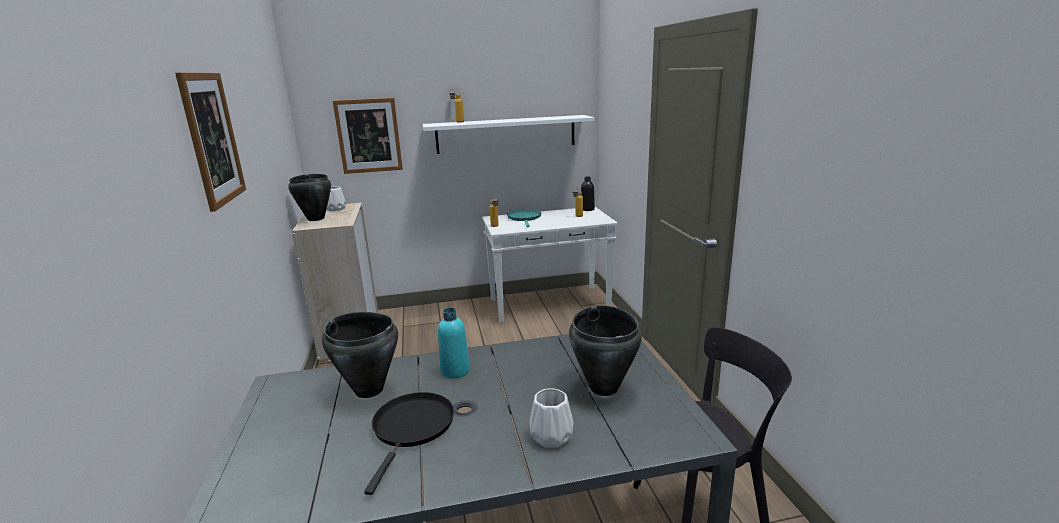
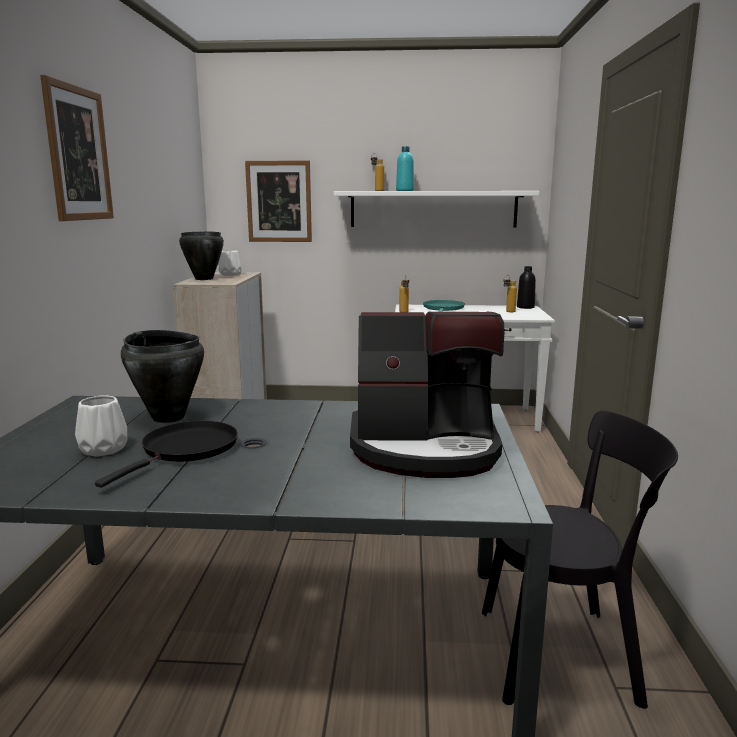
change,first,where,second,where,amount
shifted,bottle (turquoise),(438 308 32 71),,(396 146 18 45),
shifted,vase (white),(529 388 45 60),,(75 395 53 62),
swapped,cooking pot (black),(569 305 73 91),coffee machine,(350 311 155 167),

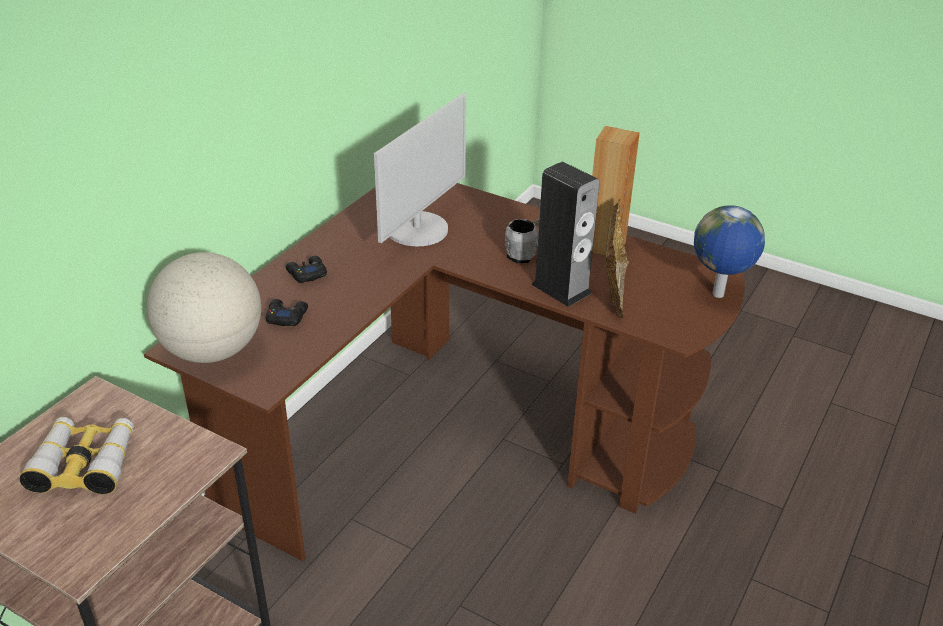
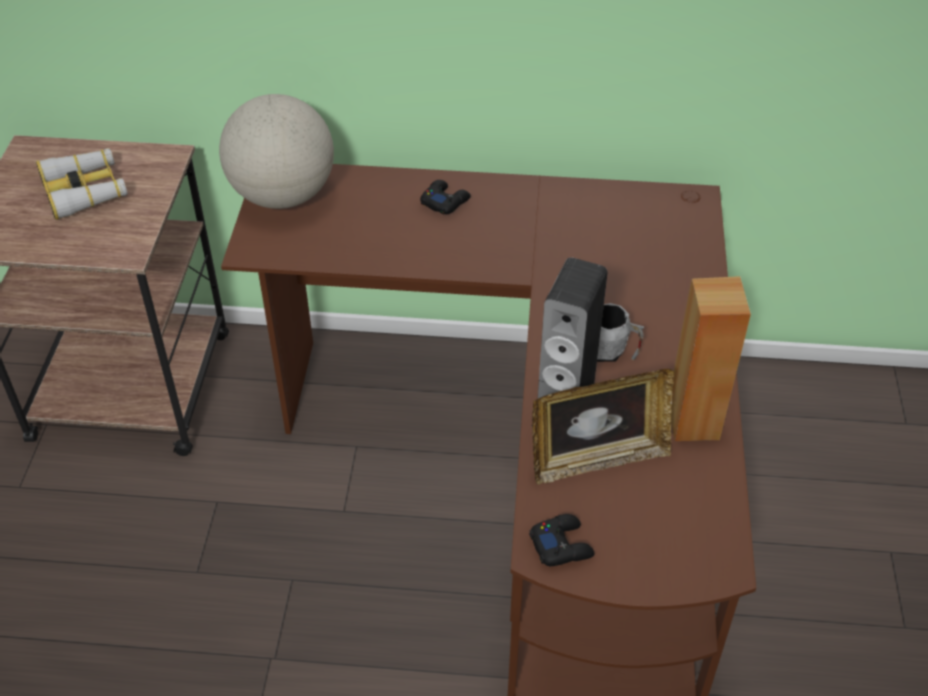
change,first,where,second,where,amount
shifted,game controller (black),(266 299 42 27),,(529 514 65 52),
gone,monitor,(374 93 92 153),,,
gone,globe,(694 205 71 93),,,

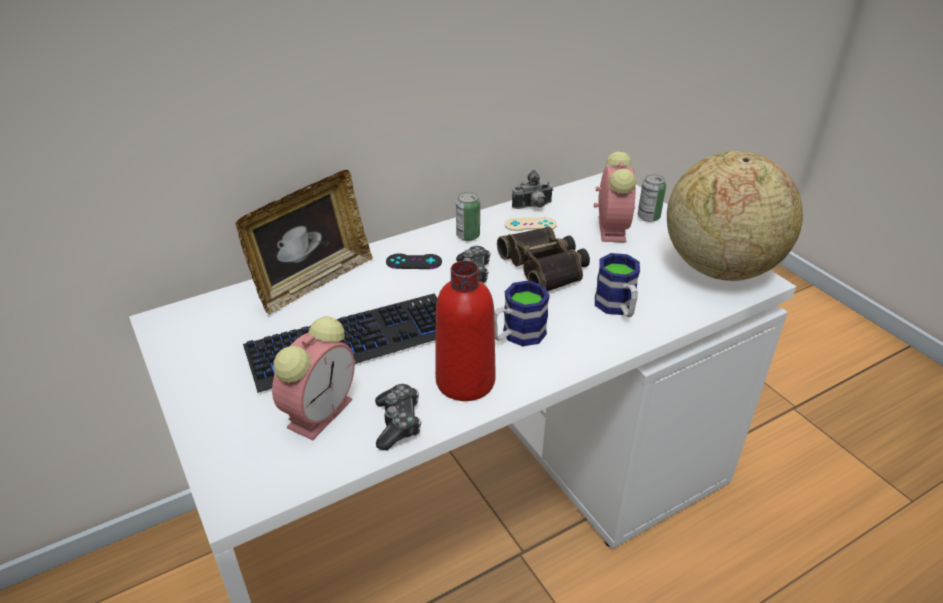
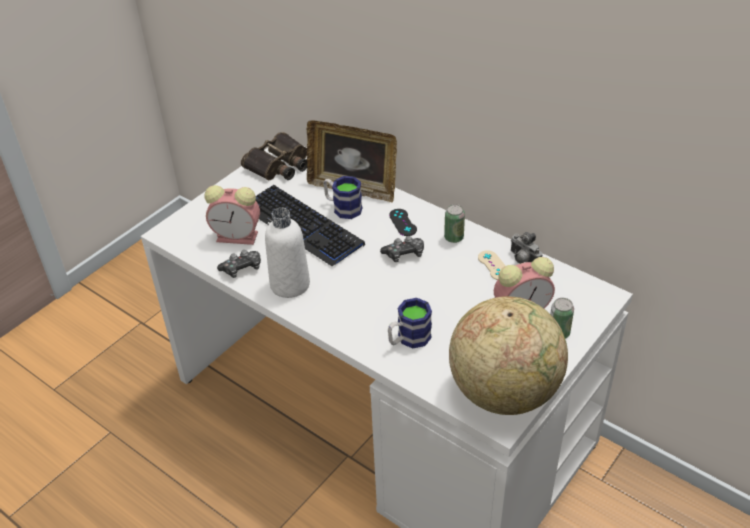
change,first,where,second,where,amount
repainted,bottle (red),(435 260 61 141),bottle (white),(265 208 45 90),
shifted,mug,(494 280 56 66),,(323 176 39 43),
shifted,binoculars,(497 226 93 65),,(241 132 66 48),

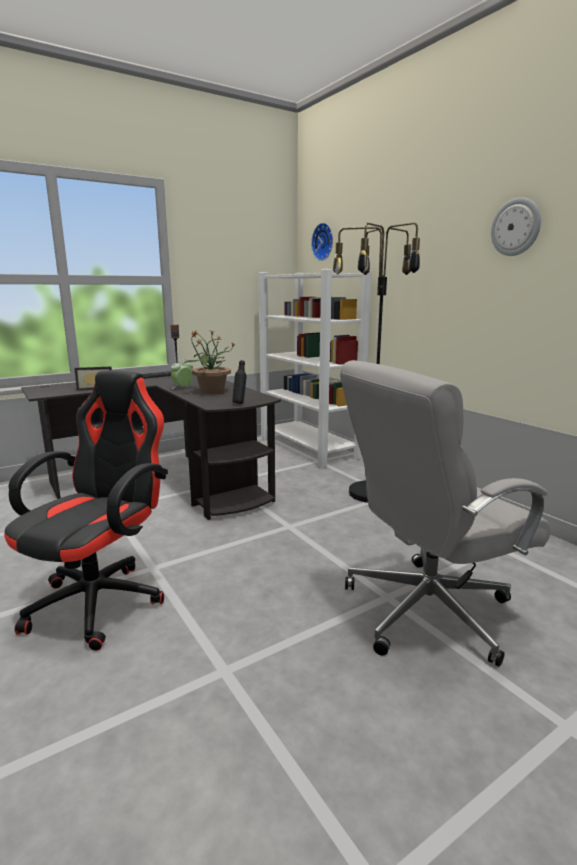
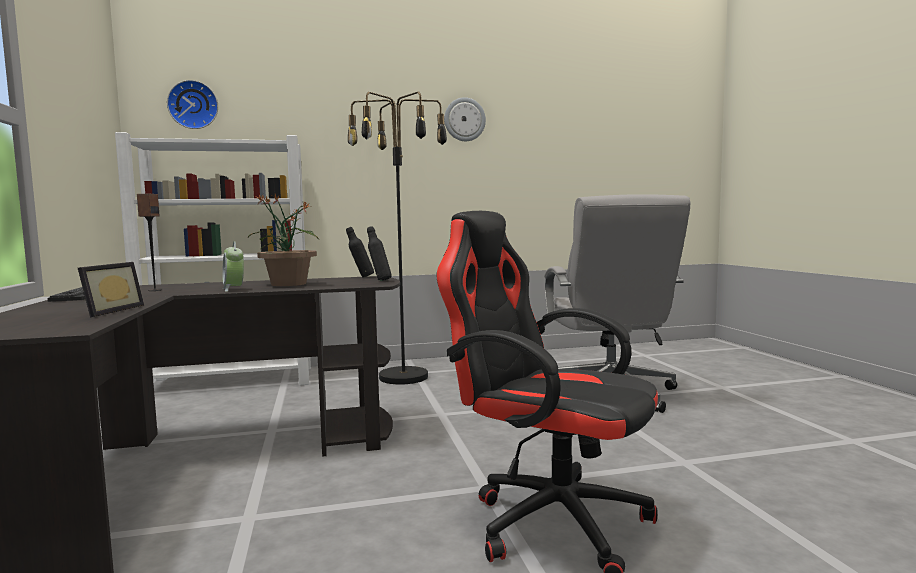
change,first,where,second,where,amount
new,,,bottle (black),(346 227 28 51),

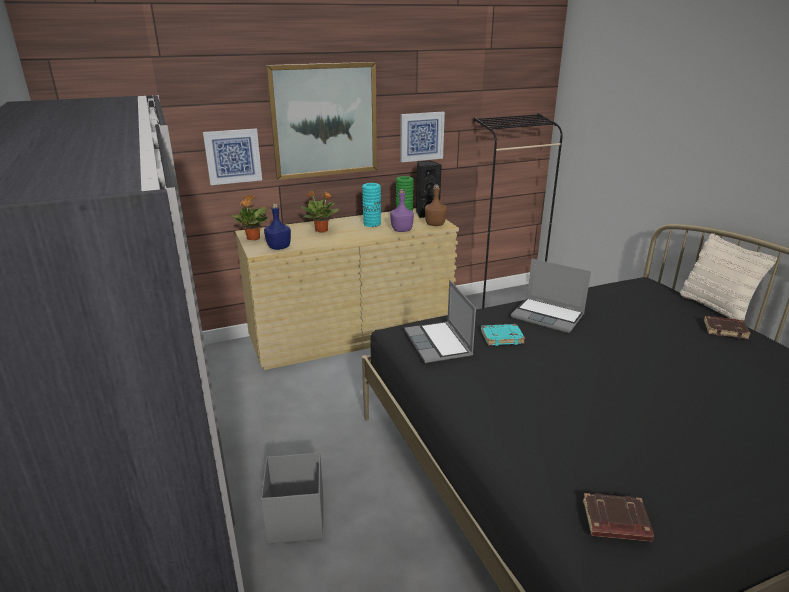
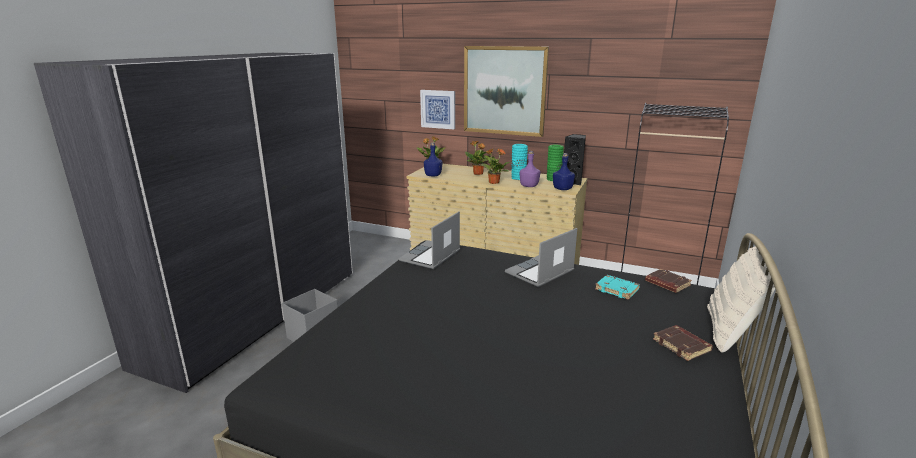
change,first,where,second,where,amount
gone,picture,(400 112 45 50),,,
repainted,bottle (brown),(425 184 22 42),bottle (blue),(553 153 22 37),
shifted,book (turquoise),(481 324 44 22),,(595 275 45 25),
rotated,laptop,(511 259 80 74),,(505 228 72 59),60 degrees clockwise
shifted,book (brown),(583 493 71 49),,(645 269 47 24),
new,,,potted plant,(481 149 29 35),

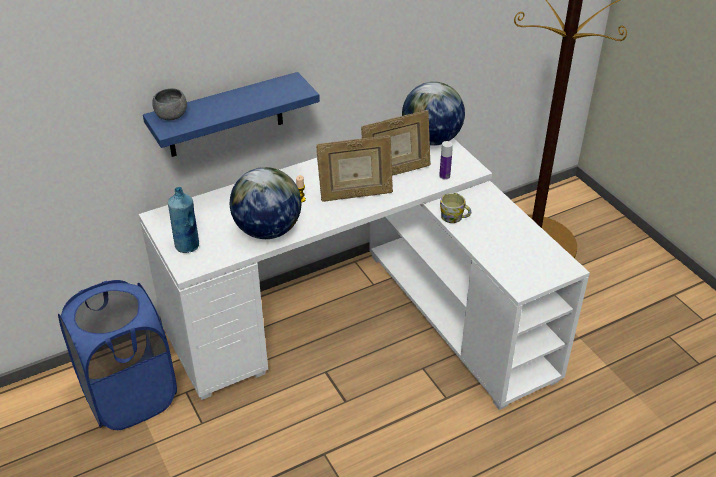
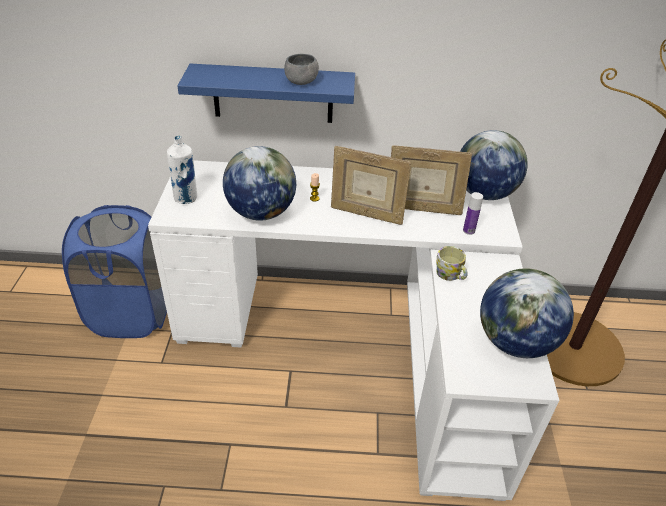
change,first,where,second,where,amount
shifted,bowl (grey),(152 88 35 32),,(284 54 35 31),
repainted,bottle (blue),(168 187 31 66),bottle (white),(167 136 30 68),
new,,,globe,(480 268 94 90),

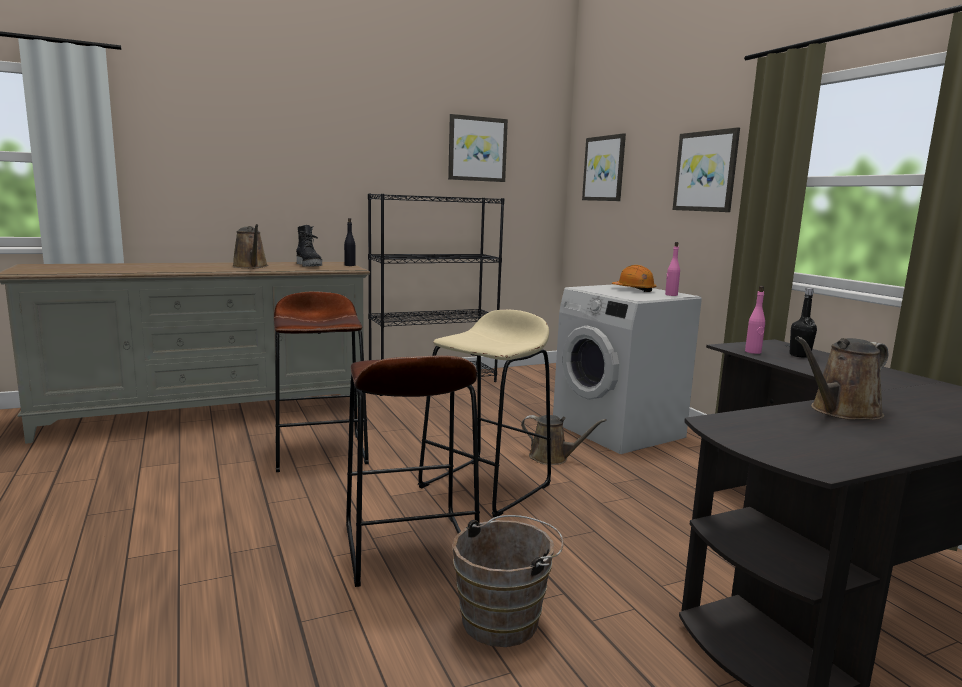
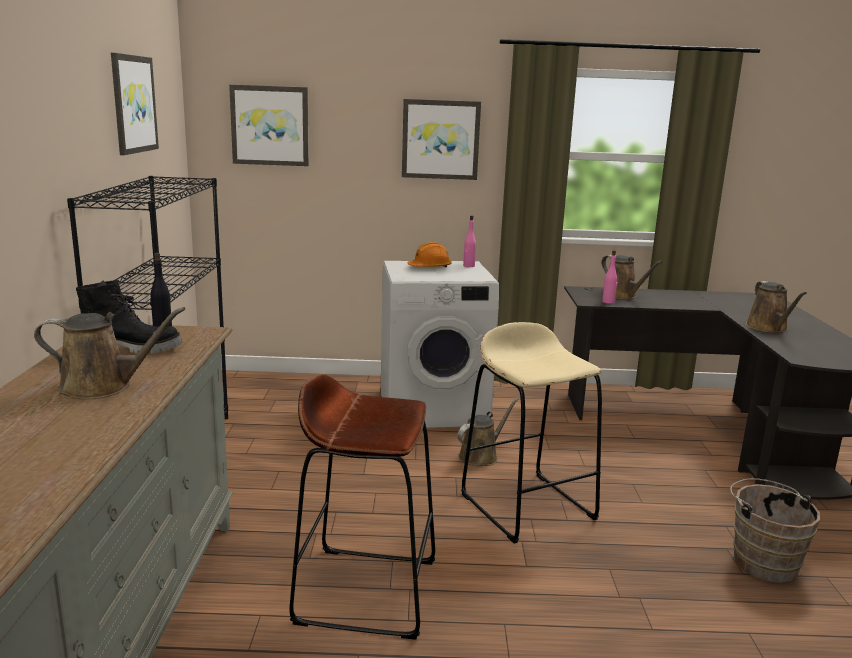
change,first,where,second,where,amount
gone,stool (brown),(346 355 134 232),,,
swapped,bottle (black),(790 288 27 70),watering can (brown),(601 255 62 44),

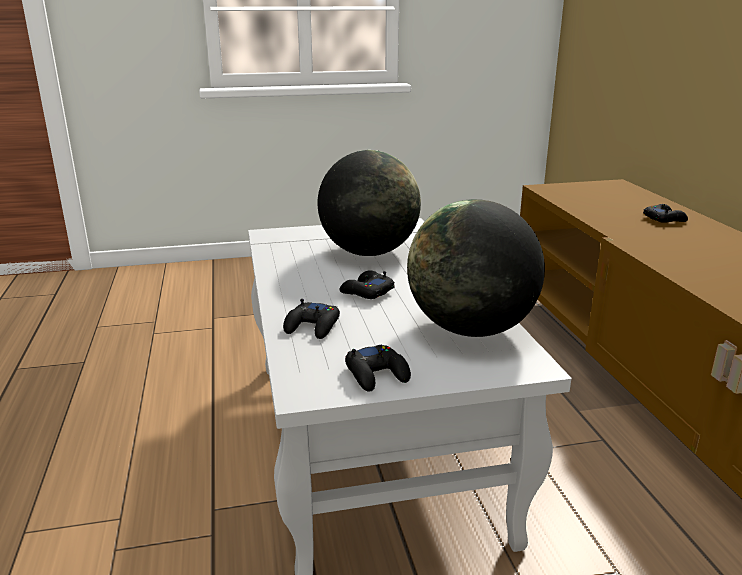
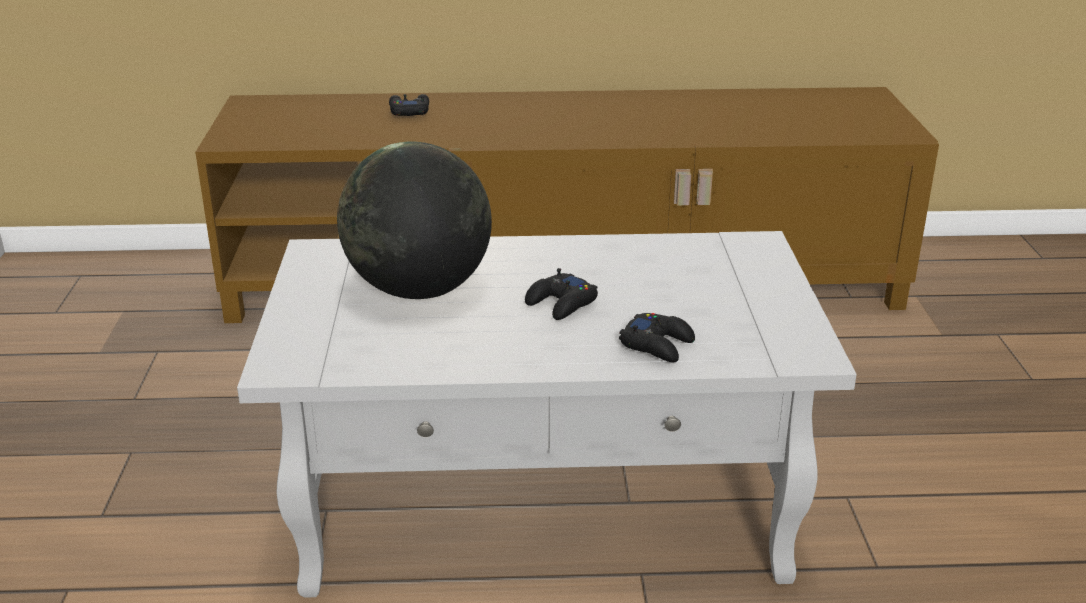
change,first,where,second,where,amount
gone,game controller (black),(345 345 66 47),,,
gone,globe,(407 199 138 138),,,

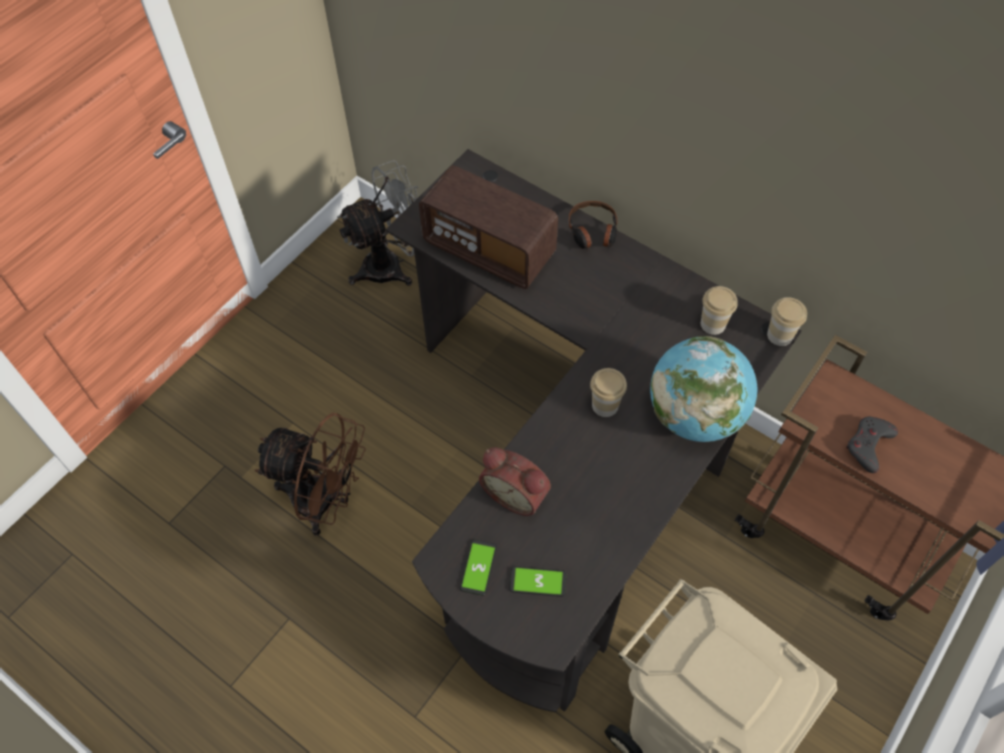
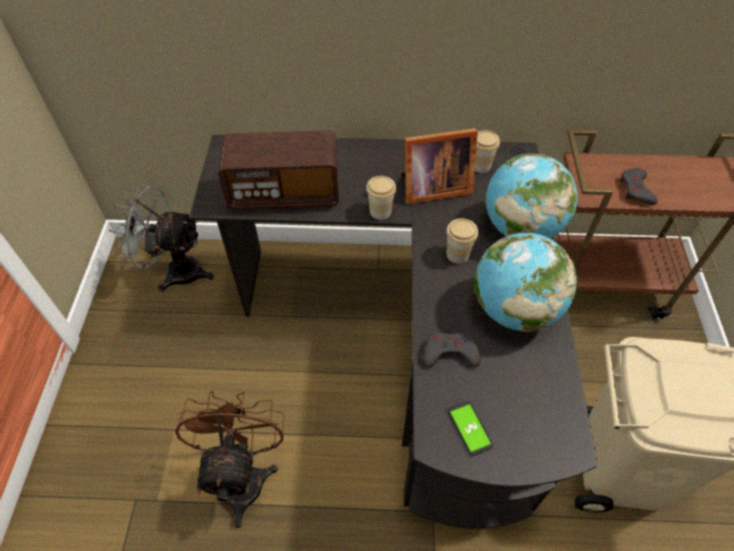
change,first,where,second,where,amount
rotated,fan (brown),(255 413 111 123),,(175 391 109 137),75 degrees counterclockwise
rotated,fan (grey),(337 160 81 126),,(109 185 105 107),105 degrees counterclockwise
swapped,alarm clock,(479 447 72 69),game controller (grey),(423 332 58 35),
gone,phone,(509 566 58 31),,,
gone,headphones,(569 201 49 50),,,
shifted,cup,(767 297 40 49),,(366 176 30 44),
new,,,picture frame,(401 128 77 76),
new,,,globe,(474 233 103 99),

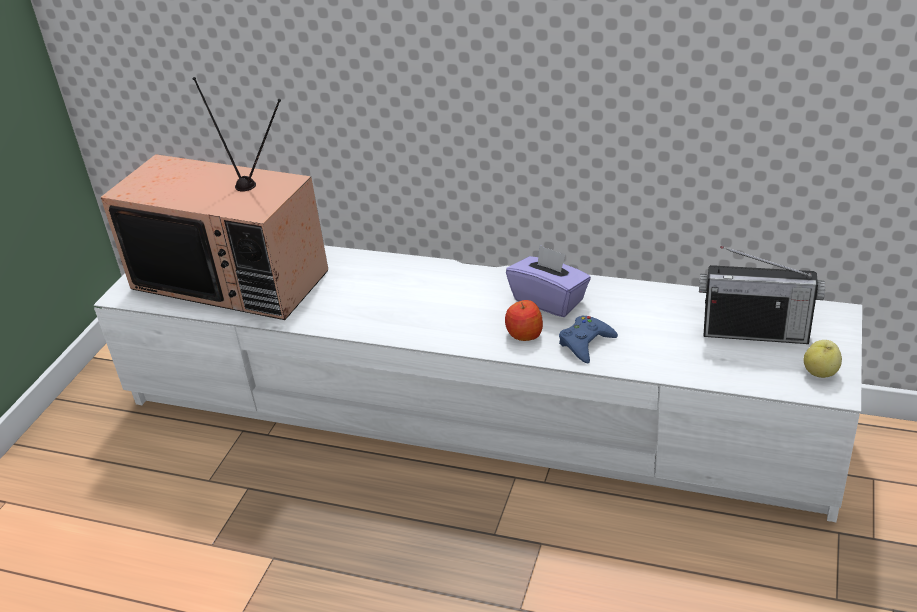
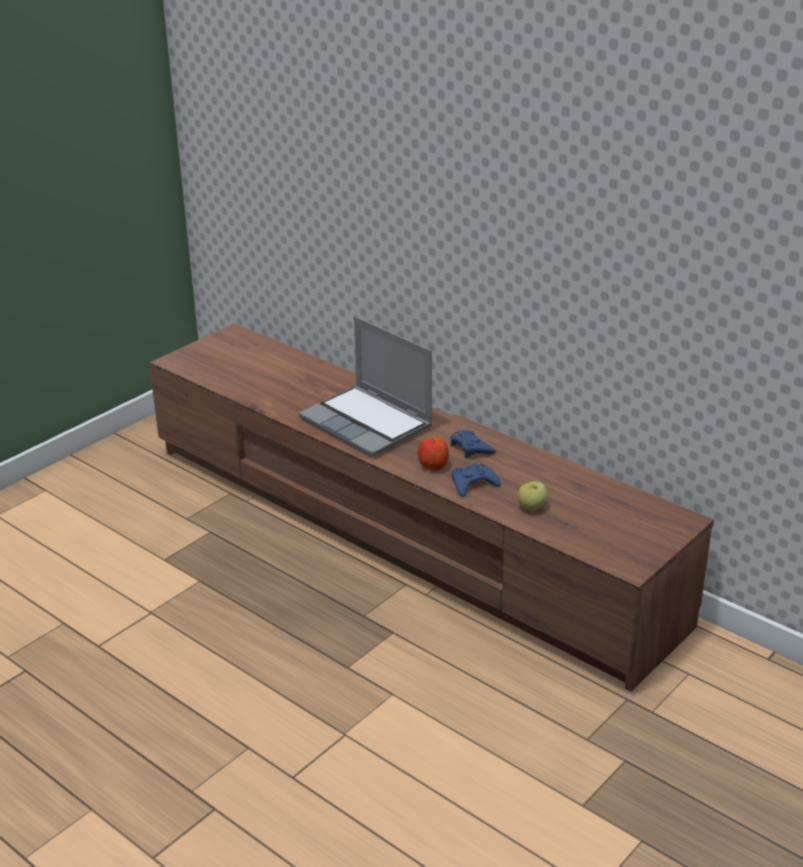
change,first,where,second,where,amount
repainted,tv stand (white),(94 245 768 277),tv stand (brown),(149 323 565 369),
gone,television,(101 77 227 243),,,
swapped,tissue box (purple),(506 245 85 72),game controller (blue),(450 430 46 28),
gone,radio,(699 246 126 98),,,
shifted,apple,(804 340 38 38),,(517 482 30 29),
new,,,laptop,(299 316 133 141),

